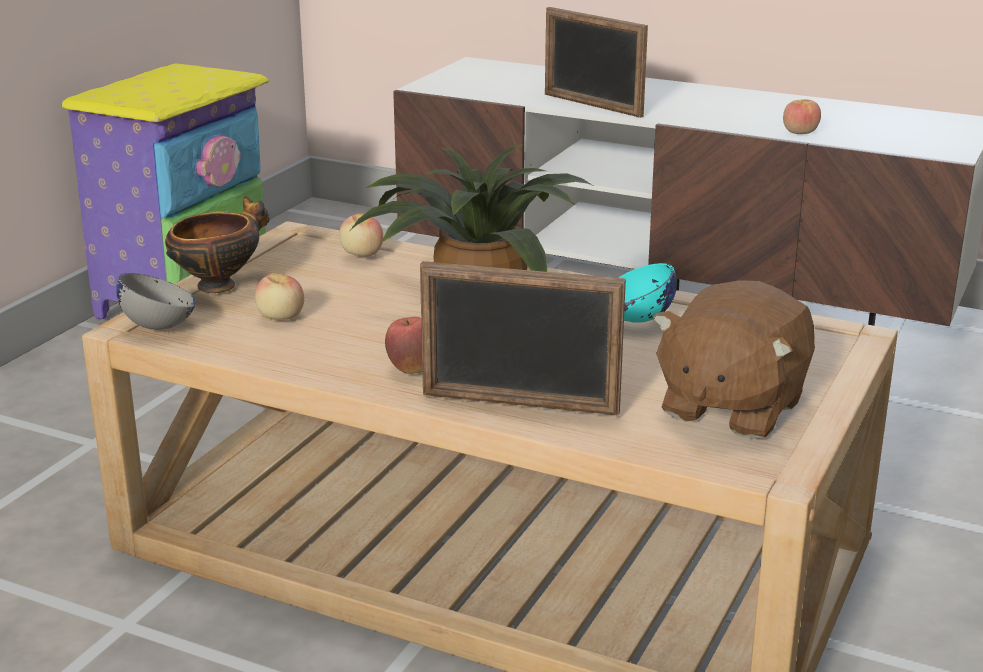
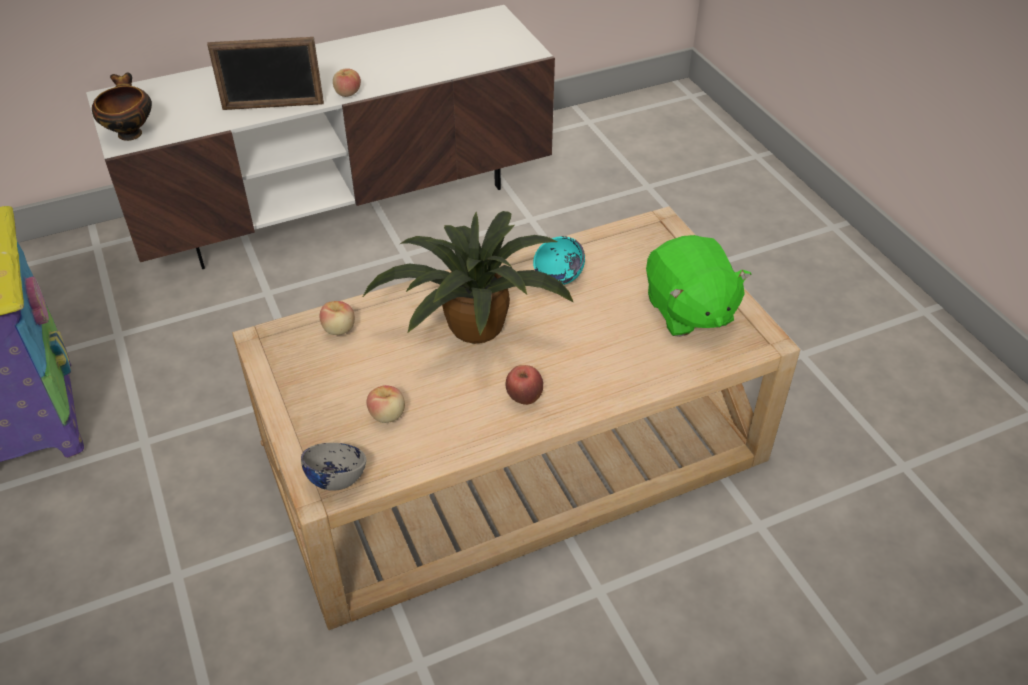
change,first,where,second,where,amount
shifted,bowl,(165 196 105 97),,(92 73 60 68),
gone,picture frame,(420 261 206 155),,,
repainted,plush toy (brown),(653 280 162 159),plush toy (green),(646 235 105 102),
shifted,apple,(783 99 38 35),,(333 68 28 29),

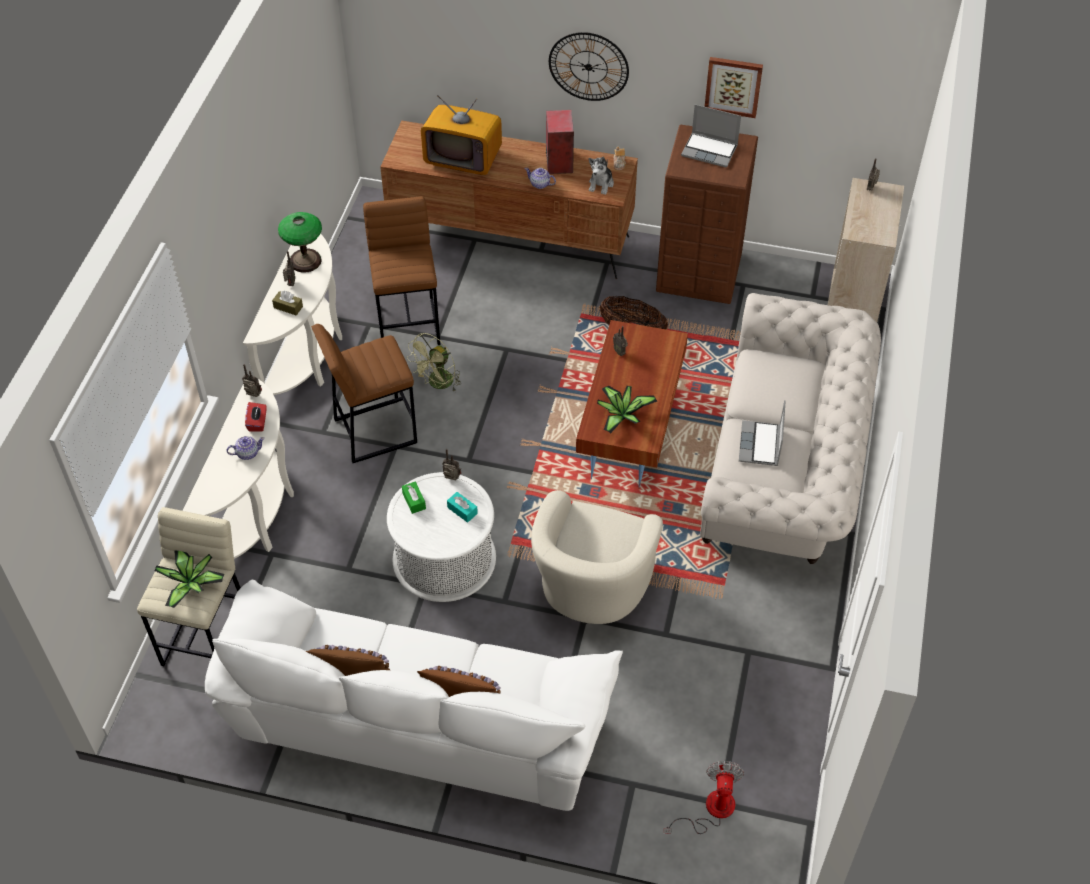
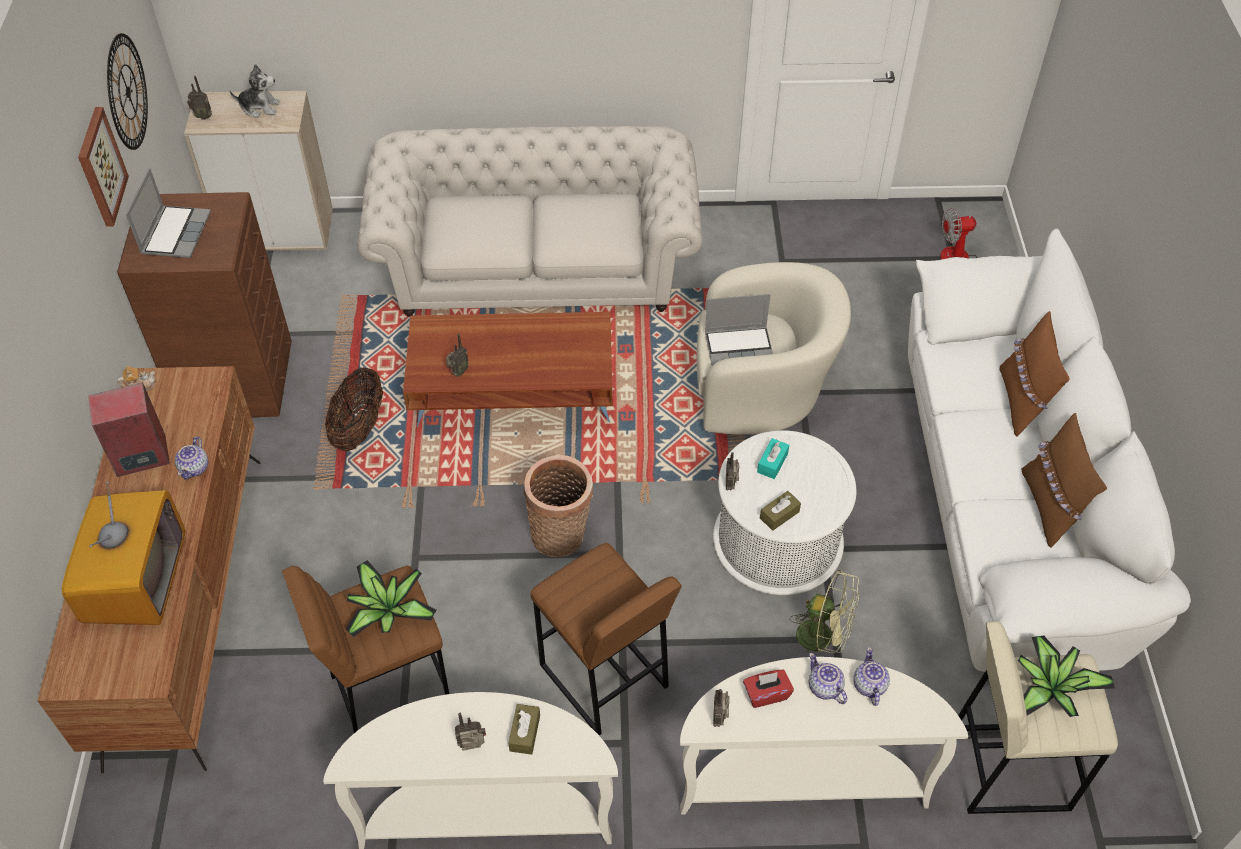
change,first,where,second,where,amount
gone,table lamp,(278 212 44 61),,,
repainted,tissue box (green),(402 482 24 32),tissue box (brown),(760 491 41 40),
shifted,fan (green),(407 333 54 59),,(790 570 70 86),
shifted,wall clock,(549 32 80 69),,(107 33 41 117),
shifted,plush toy,(588 157 26 38),,(230 64 50 54),
shifted,potted plant,(597 386 60 47),,(345 560 92 77),
shifted,laptop,(739 400 47 66),,(705 294 68 72),
new,,,basket,(523 455 70 103),
new,,,teapot,(853 647 37 59),

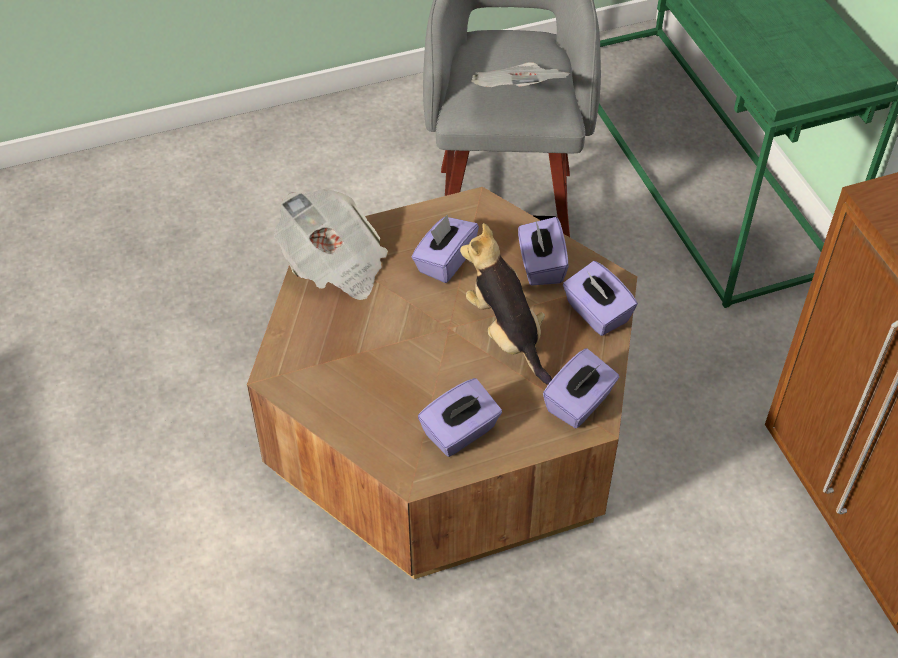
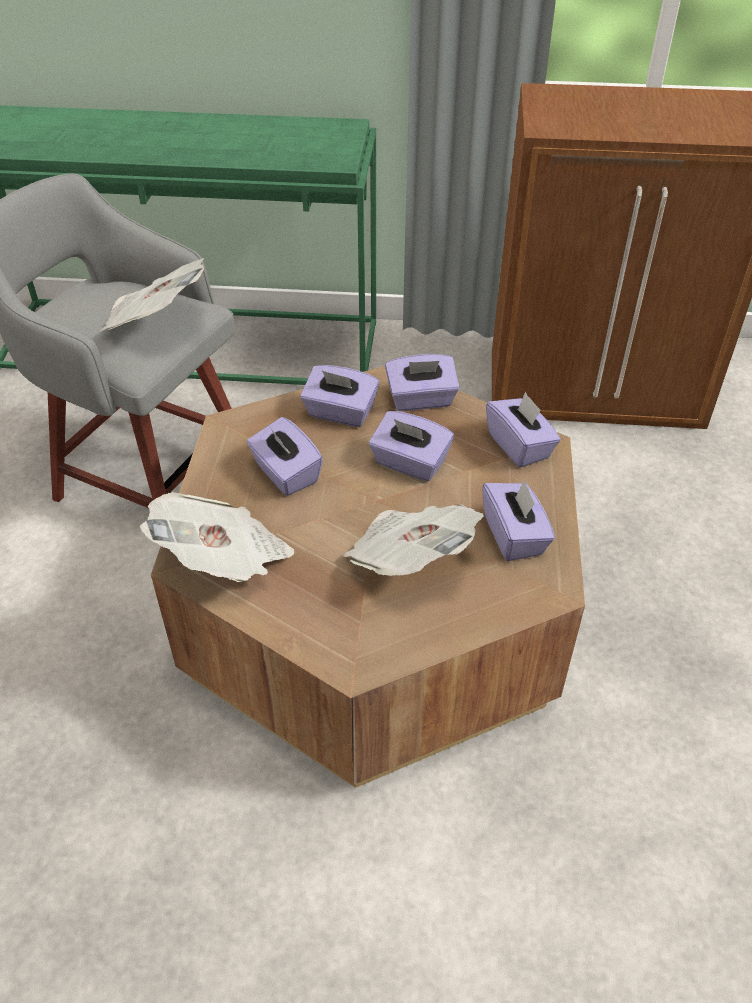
change,first,where,second,where,amount
swapped,plush toy,(460 223 92 162),tissue box (purple),(369 411 85 70),
new,,,newspaper,(343 504 141 72),

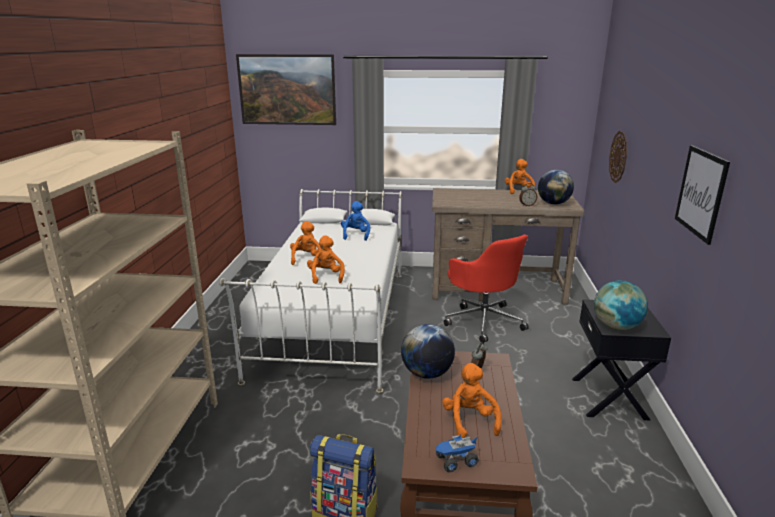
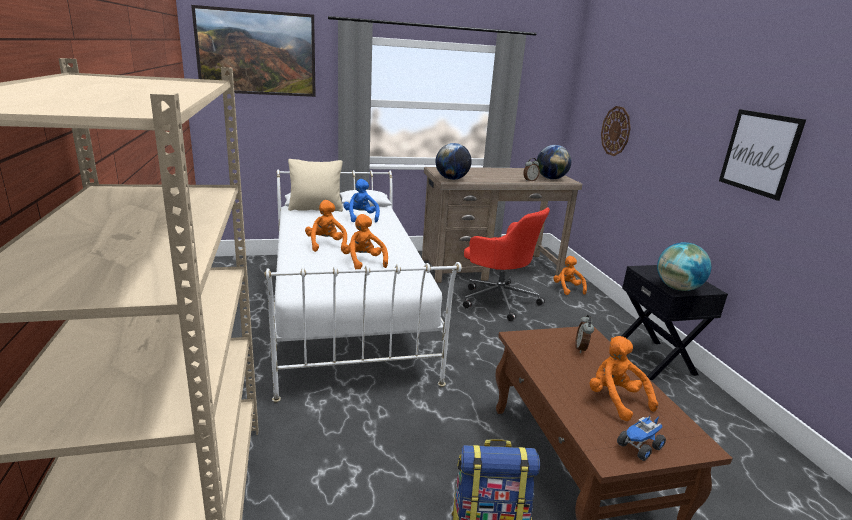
change,first,where,second,where,amount
shifted,globe,(401 324 54 55),,(436 143 36 37),
shifted,plush toy (orange),(505 159 30 35),,(553 256 34 39),
new,,,pillow (beige),(288 159 55 53),

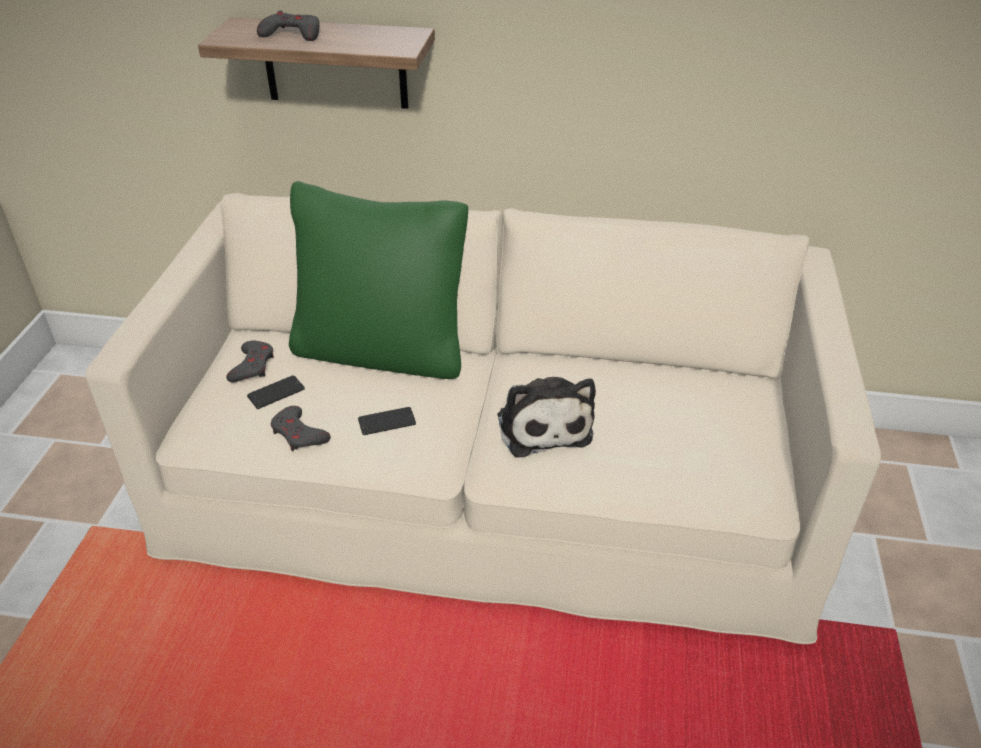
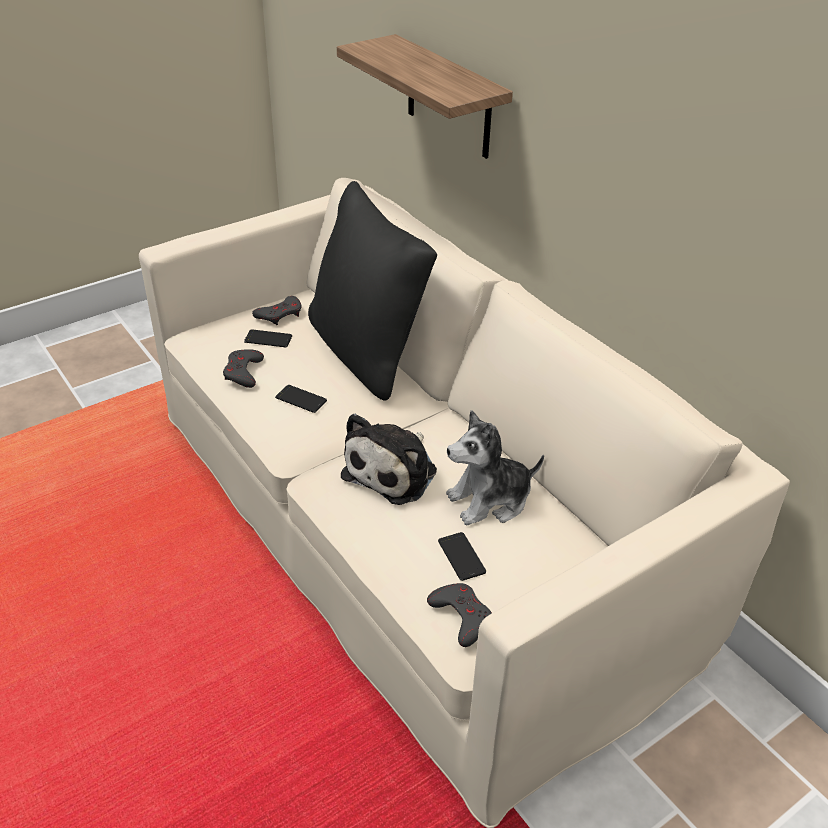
change,first,where,second,where,amount
shifted,game controller (grey),(257 11 63 30),,(427 583 65 64),
repainted,pillow (green),(289 181 179 198),pillow (black),(308 181 129 220),
new,,,phone,(438 532 48 49),
new,,,plush toy,(446 410 98 115),

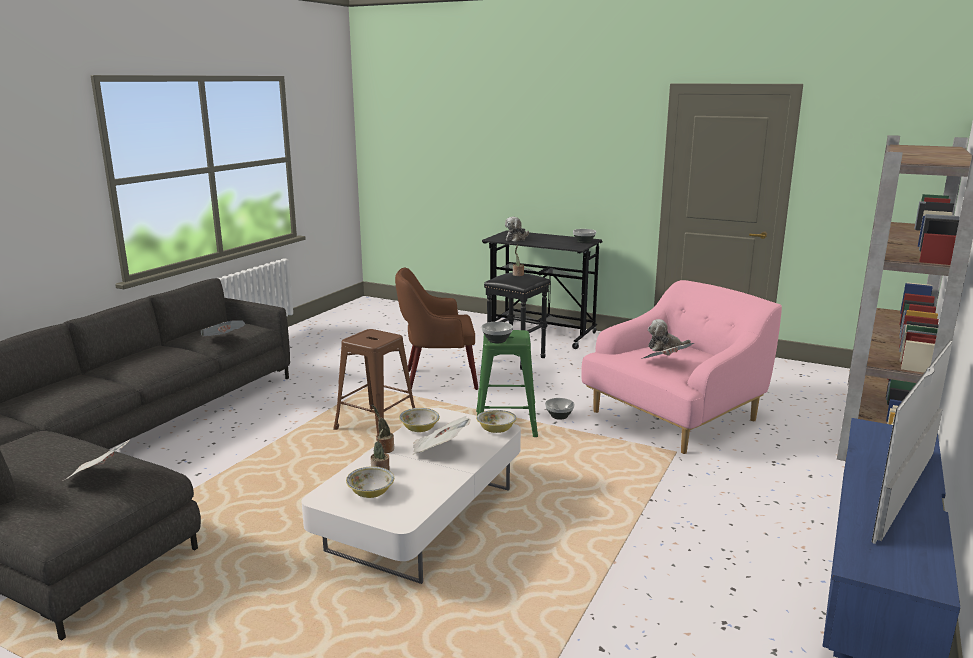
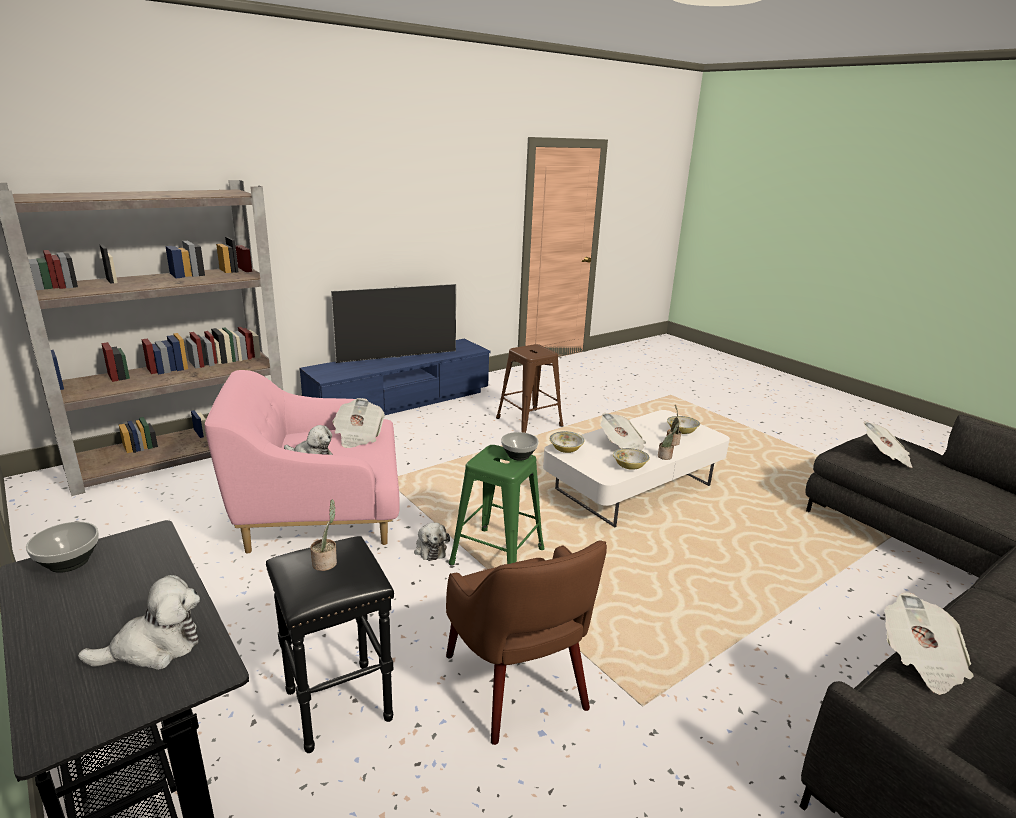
change,first,where,second,where,amount
shifted,stool (brown),(333 329 82 105),,(496 344 68 89),
rotated,armchair (brown),(395 267 83 124),,(446 540 161 205),45 degrees clockwise
swapped,bowl,(545 398 29 22),plush toy,(414 522 36 39),

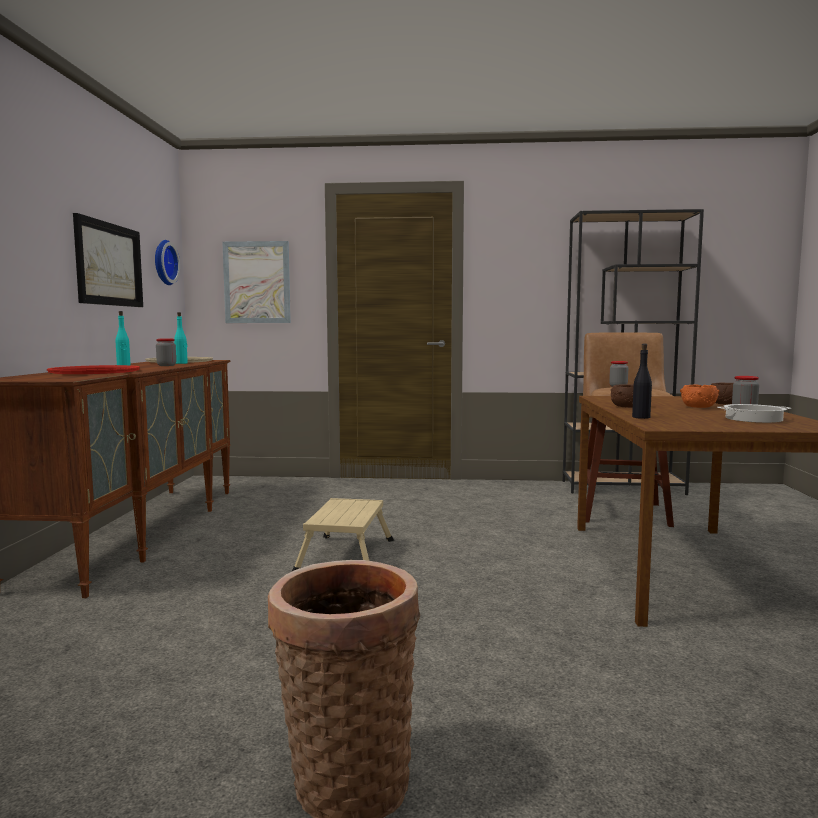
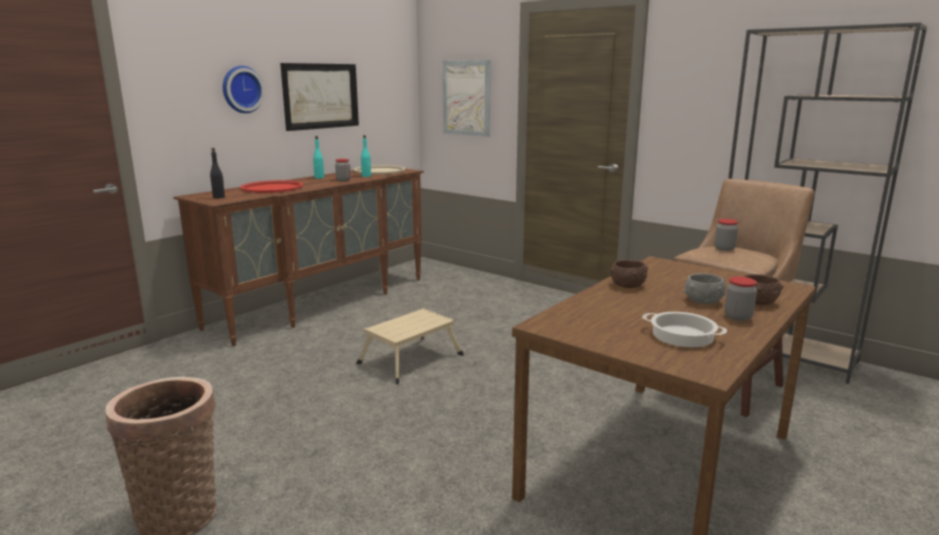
change,first,where,second,where,amount
shifted,wall clock,(155 240 25 45),,(223 66 42 47),
shifted,bottle (black),(632 344 20 75),,(210 148 15 50),
repainted,bowl (orange),(680 385 40 23),bowl (grey),(684 273 42 31),

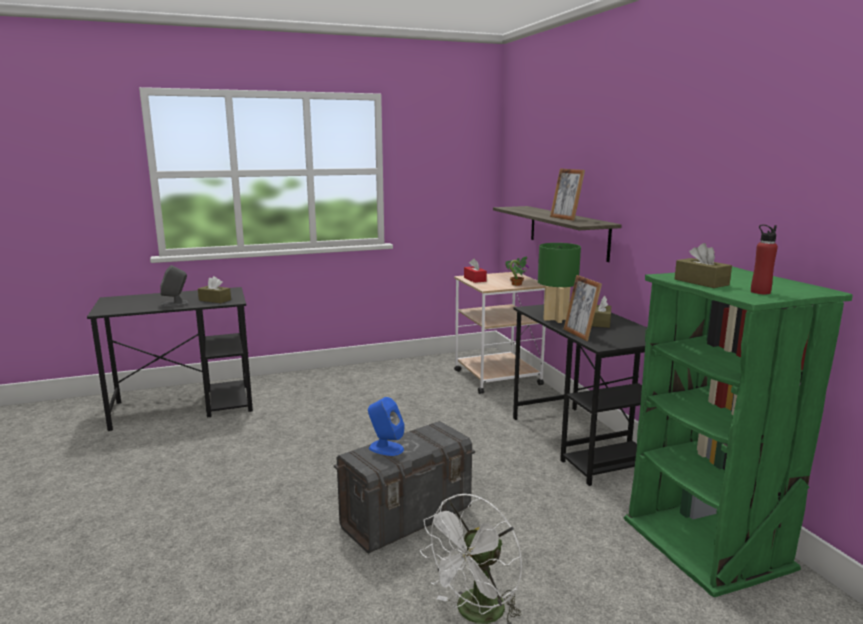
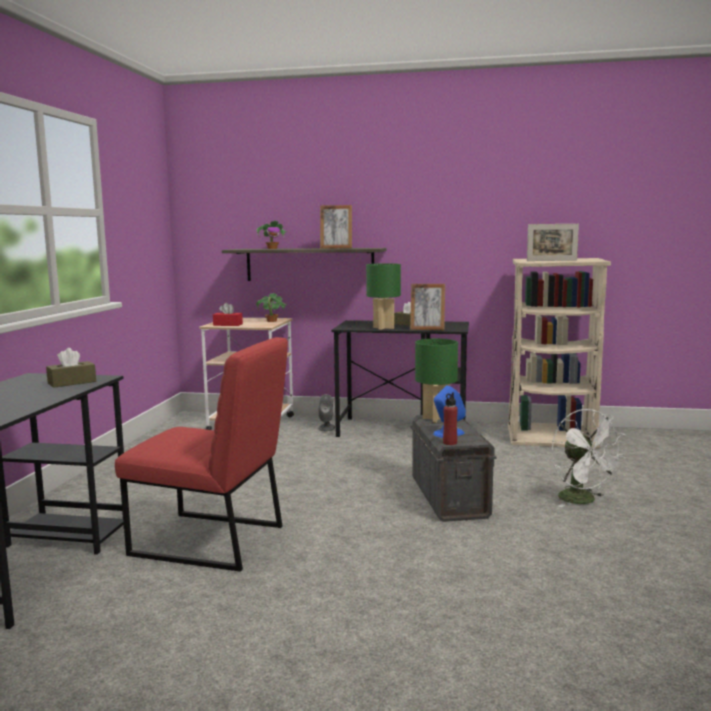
change,first,where,second,where,amount
shifted,speaker (grey),(160 265 29 42),,(319 394 16 37),
repainted,bookcase (green),(624 267 229 330),bookcase (beige),(508 258 103 190),
swapped,tissue box (brown),(674 243 58 45),picture frame,(527 224 52 37),
shifted,bottle (red),(751 224 27 70),,(443 392 15 53),
new,,,chair (red),(115 337 173 235),
new,,,potted plant,(256 221 31 28),
new,,,table lamp (green),(415 339 43 83),

